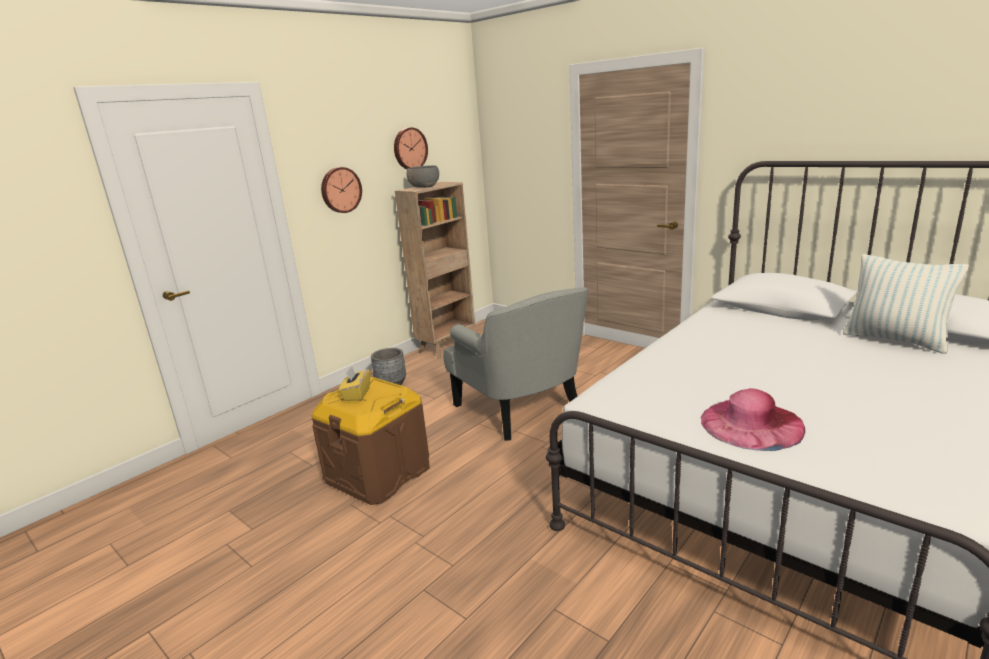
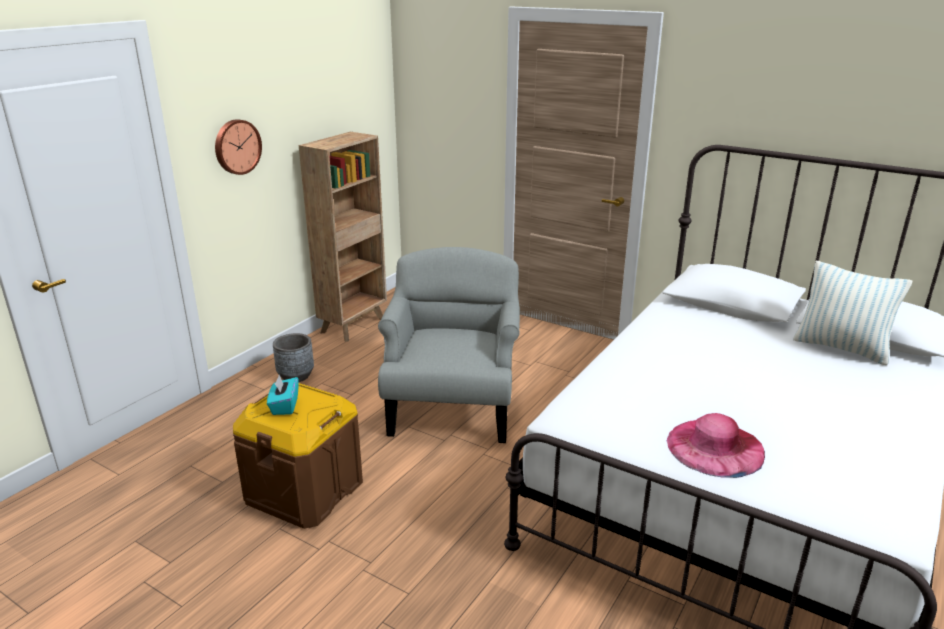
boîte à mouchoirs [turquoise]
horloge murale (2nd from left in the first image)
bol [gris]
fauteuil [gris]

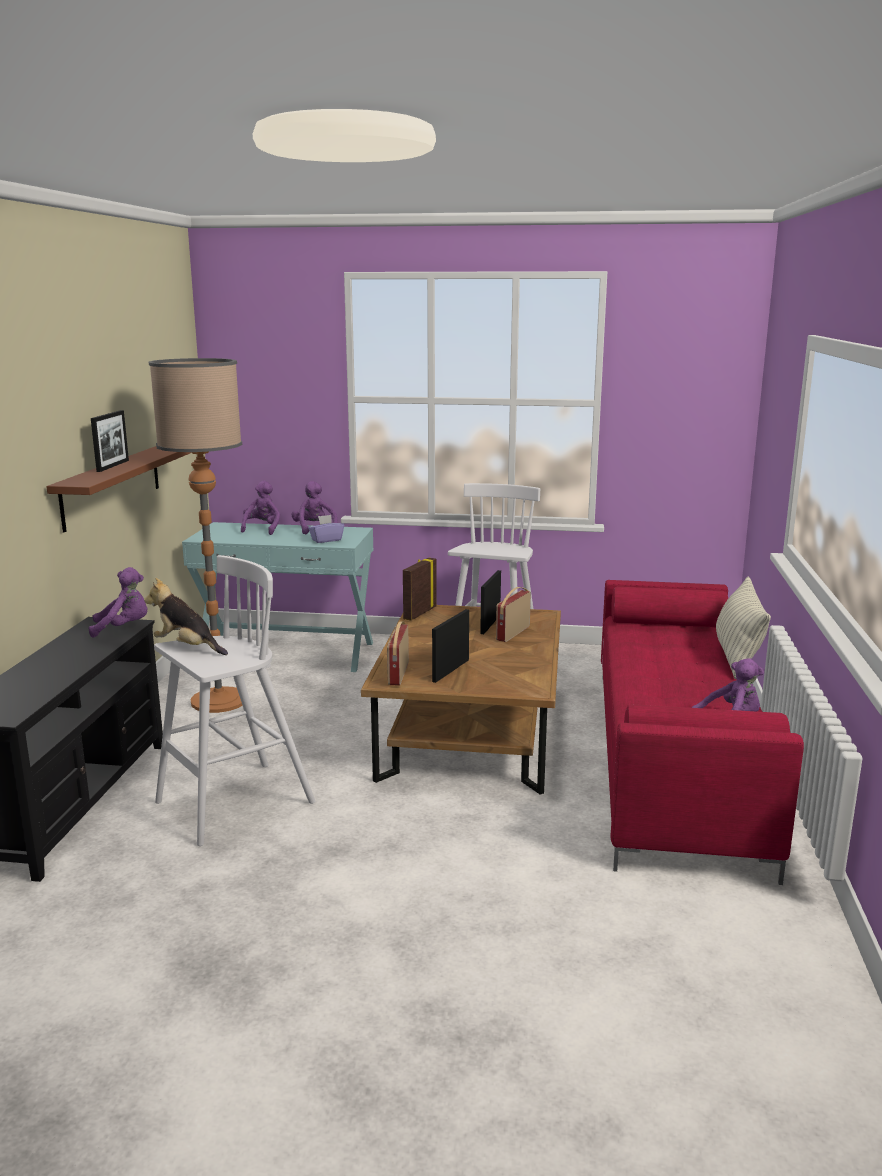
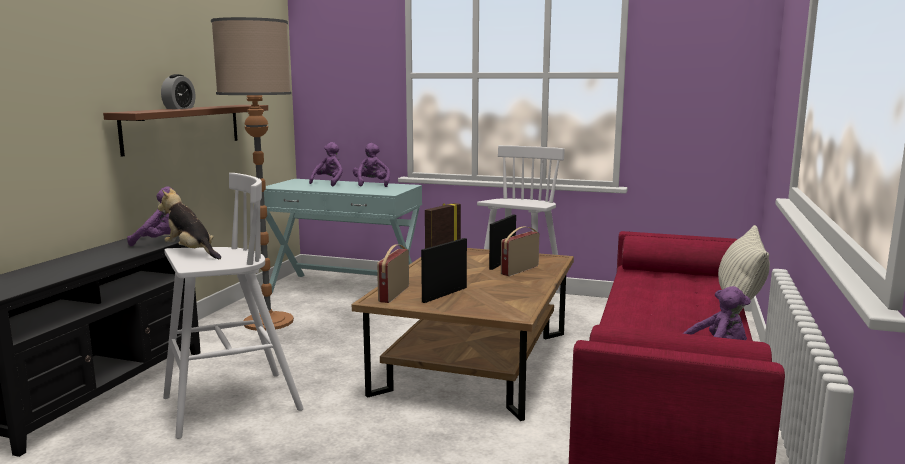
réveil
boîte à mouchoirs [violet]

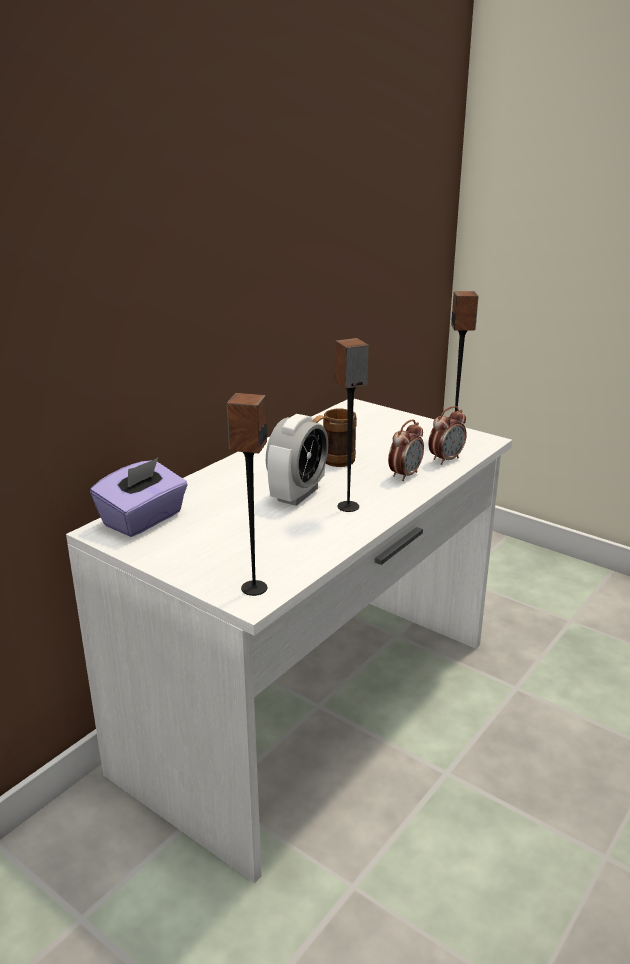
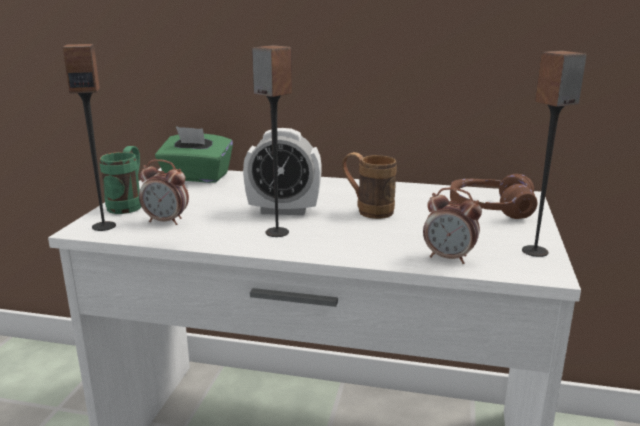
boîte à mouchoirs [vert]
réveil (1st from left)
mug [vert]
casque audio [marron]

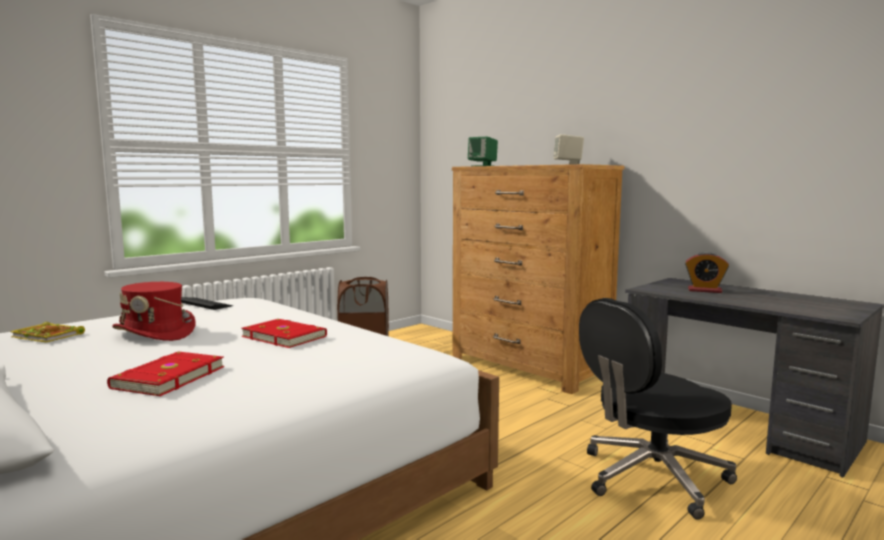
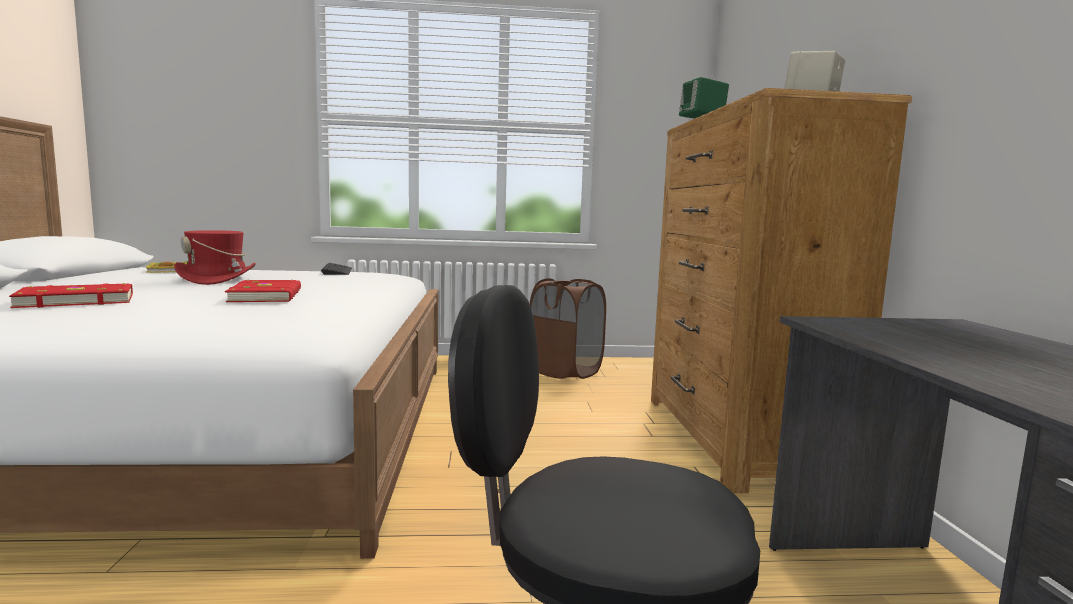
réveil

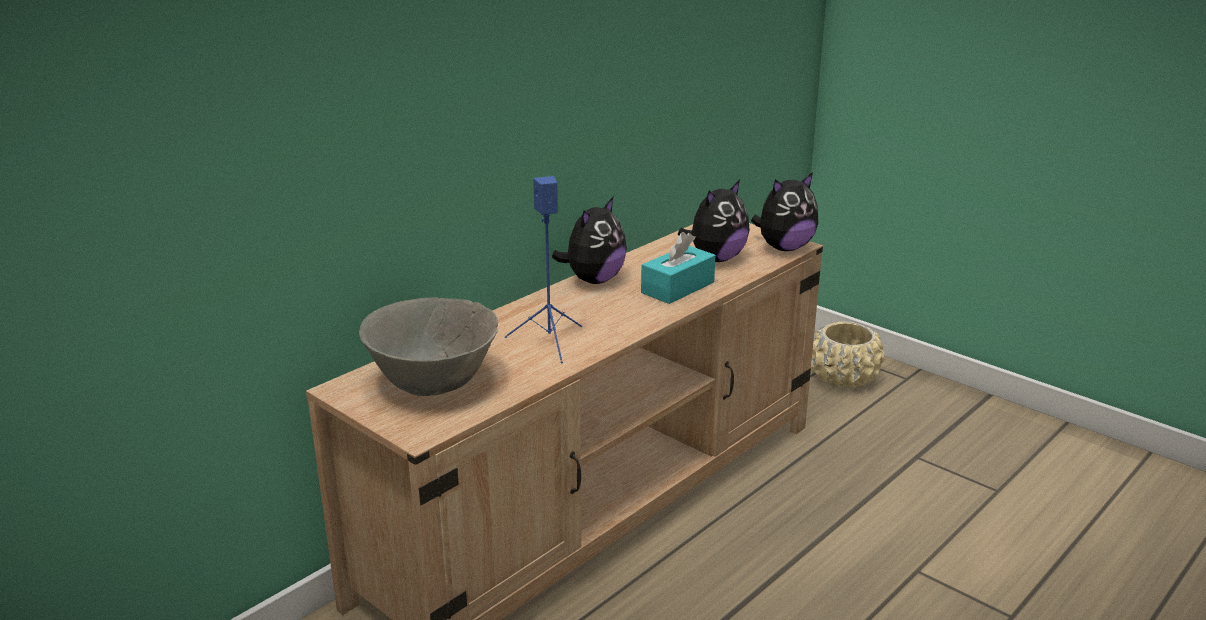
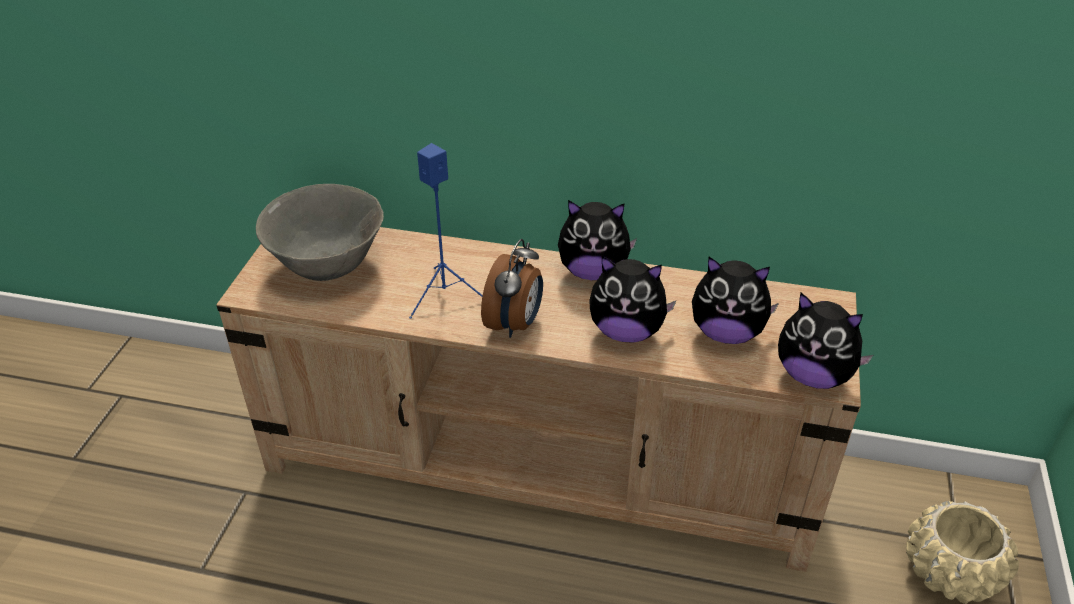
peluche (2nd from left)
réveil

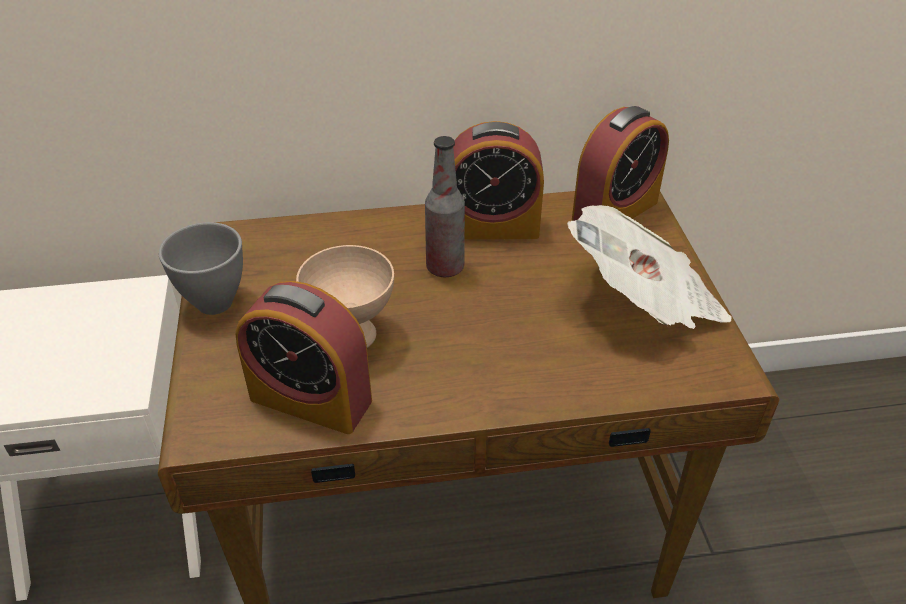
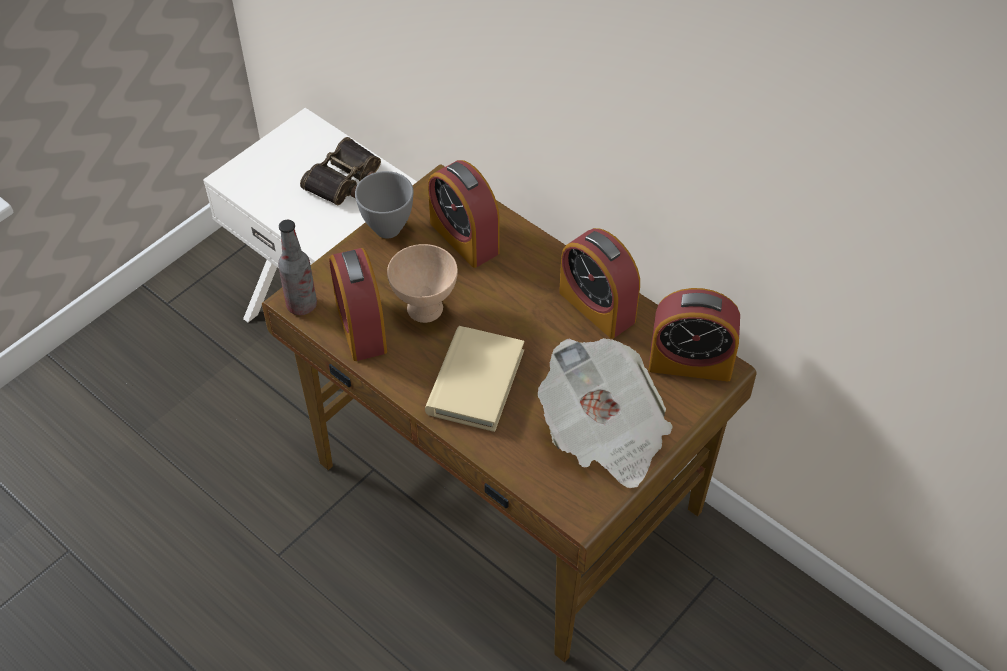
bouteille
jumelles
livre [beige]
réveil (2nd from left)

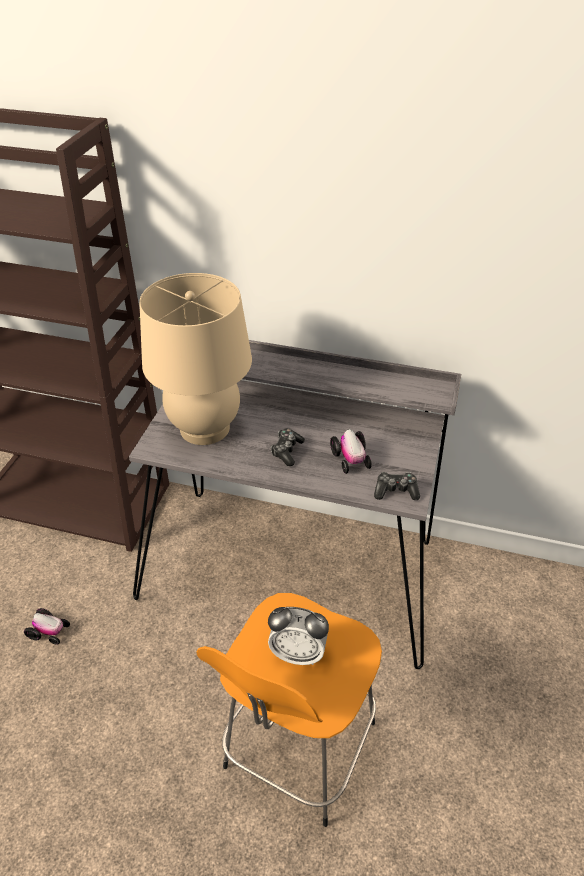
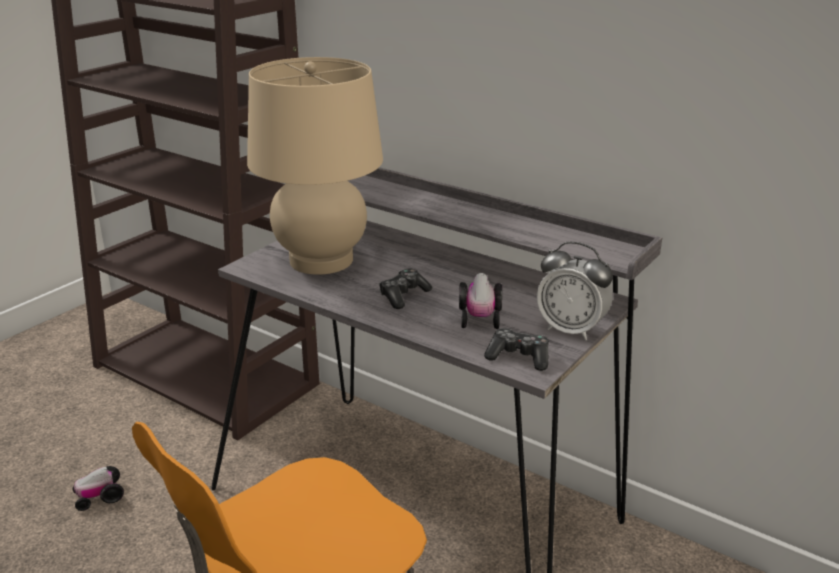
petite voiture (1st from left)
réveil

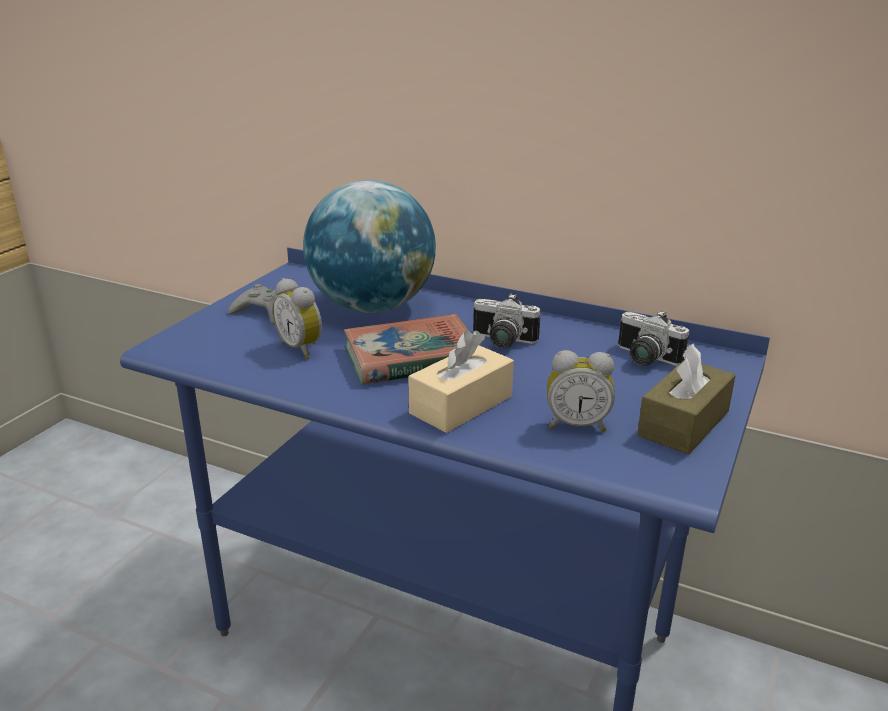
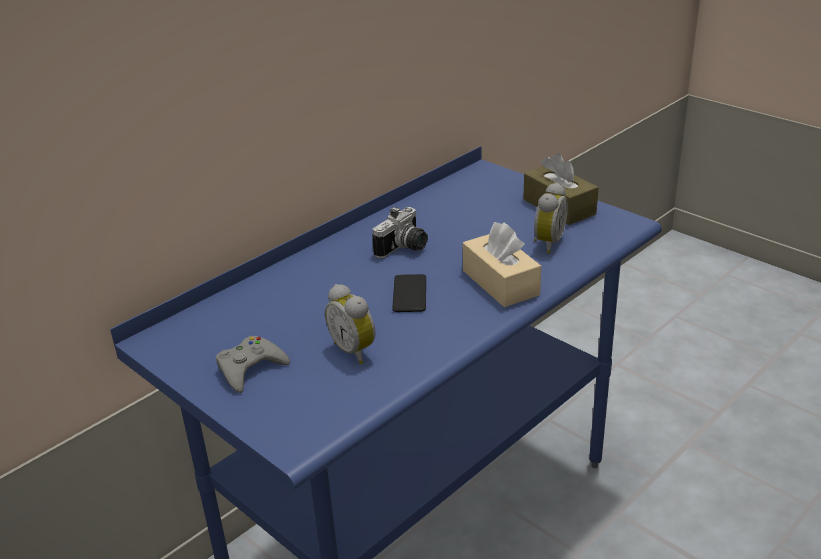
réveil (1st from left)
globe
téléphone
appareil photo (2nd from left in the first image)

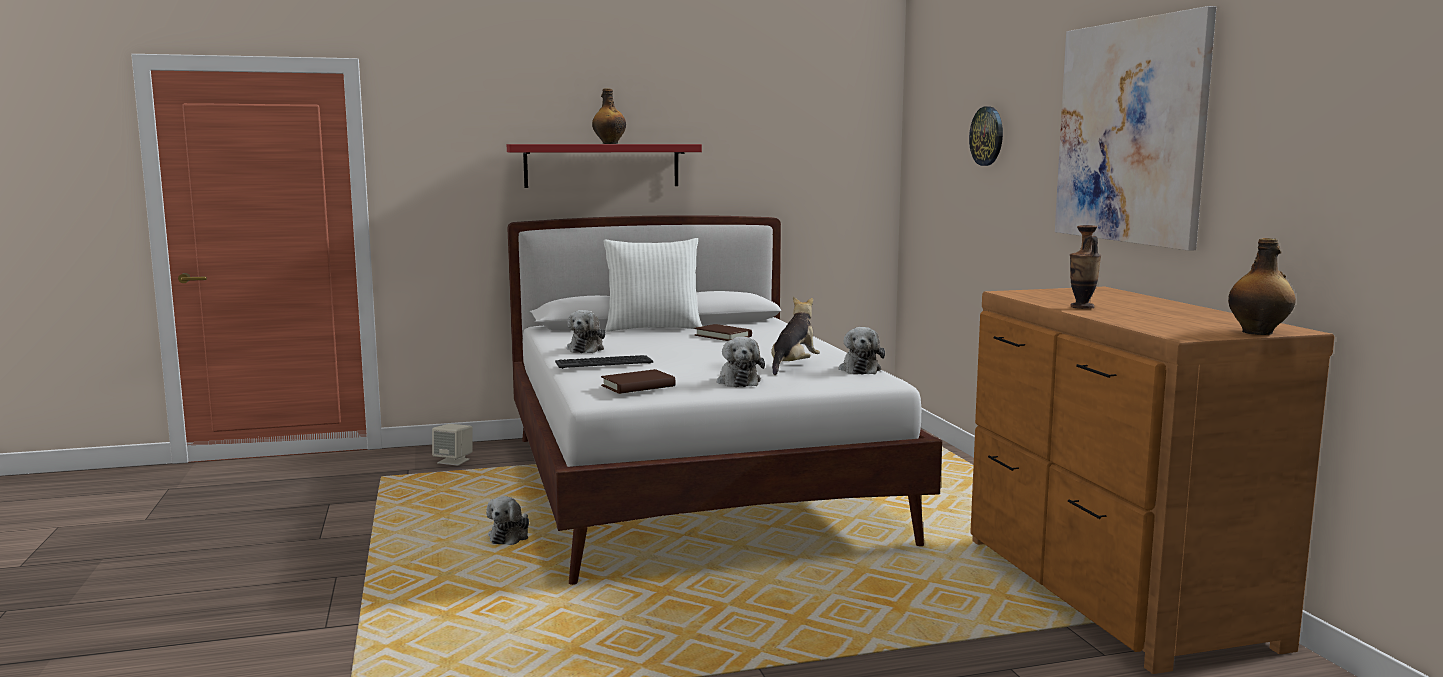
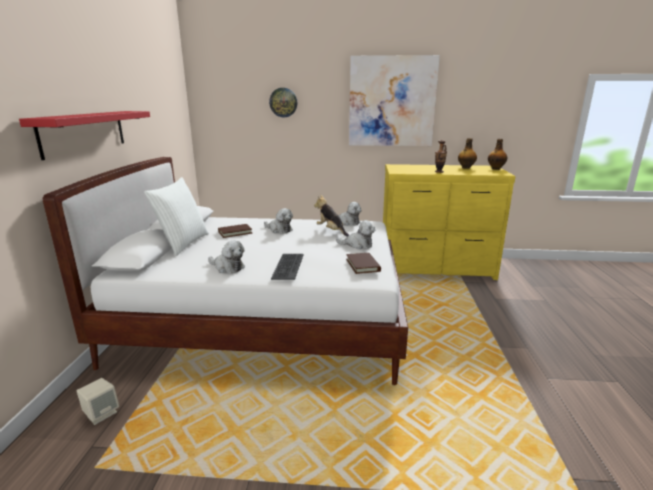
peluche (2nd from left)
bouteille (1st from left)
commode [jaune]

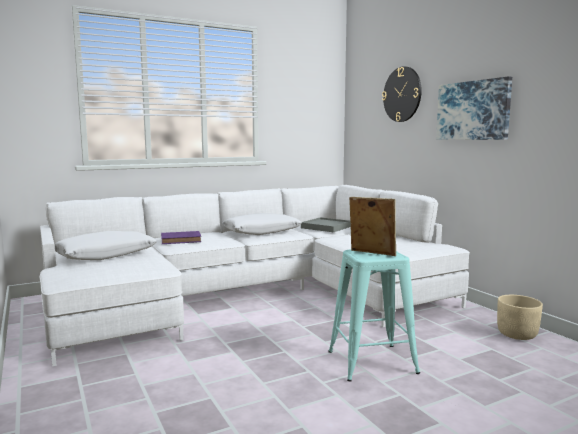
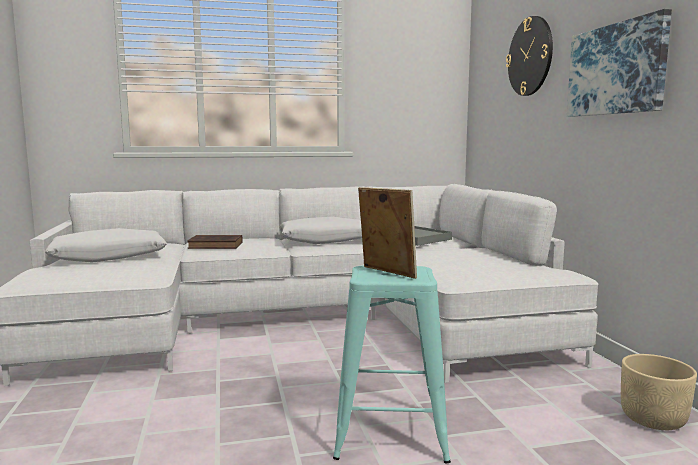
livre [marron]

